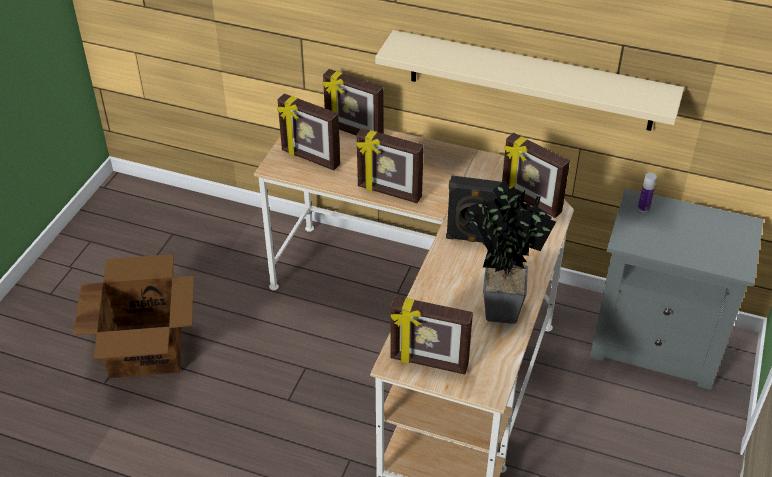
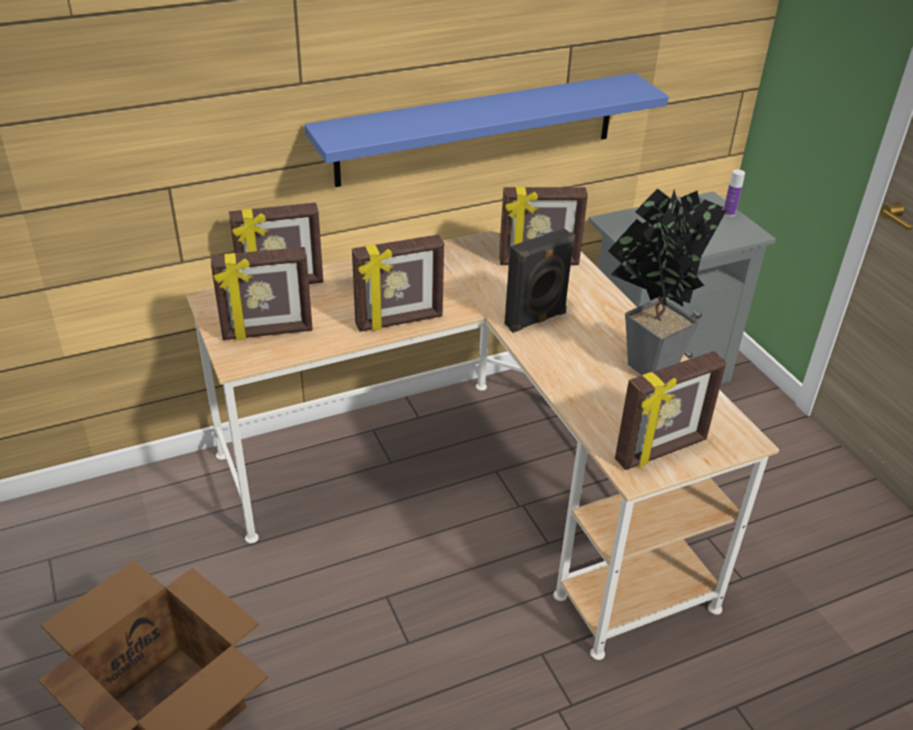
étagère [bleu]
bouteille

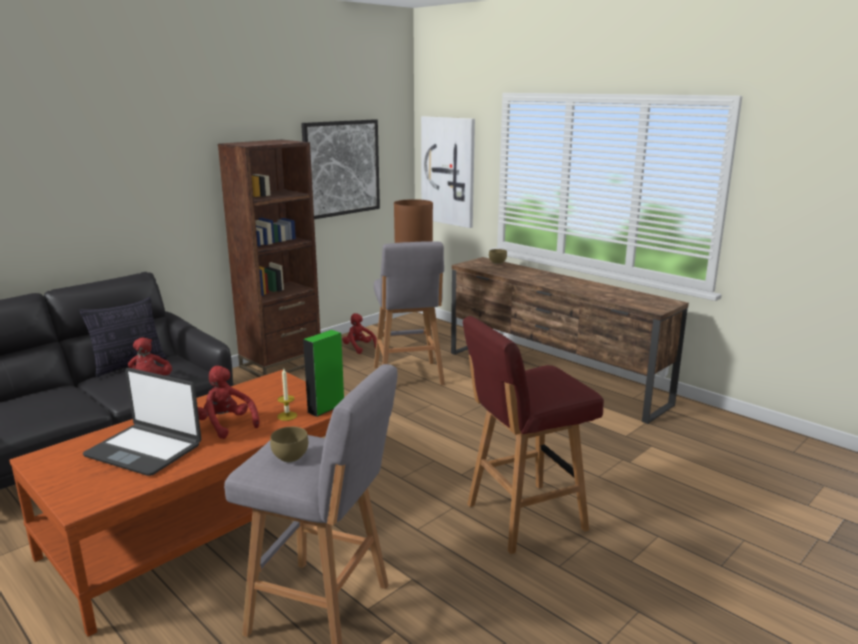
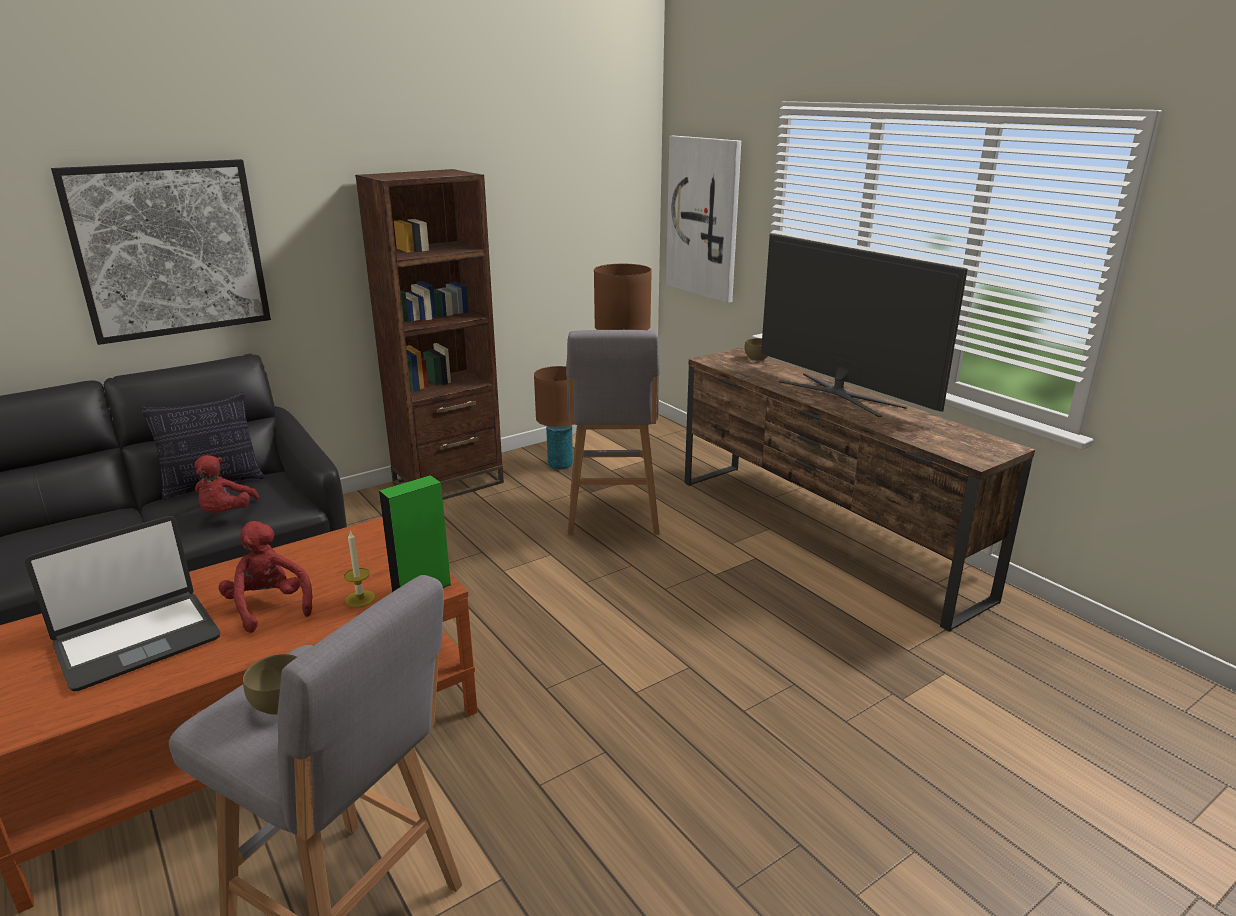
ordinateur portable
tableau (1st from left)
lampe de table [marron] (1st from left)
tabouret [rouge]
téléviseur

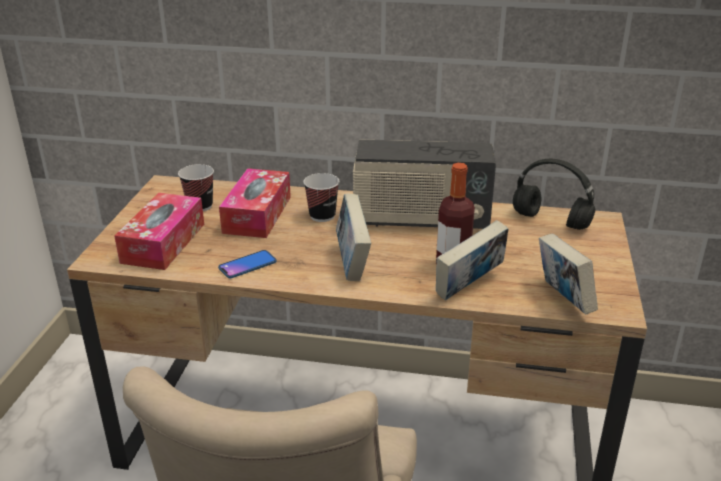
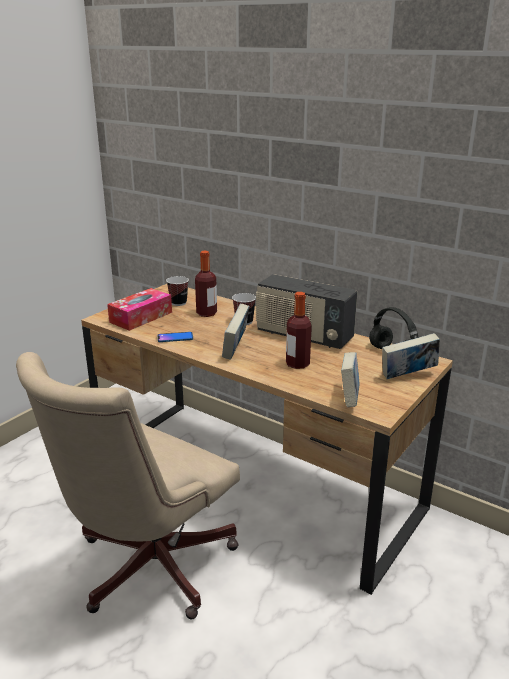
bouteille (1st from left)
livre (3rd from left)

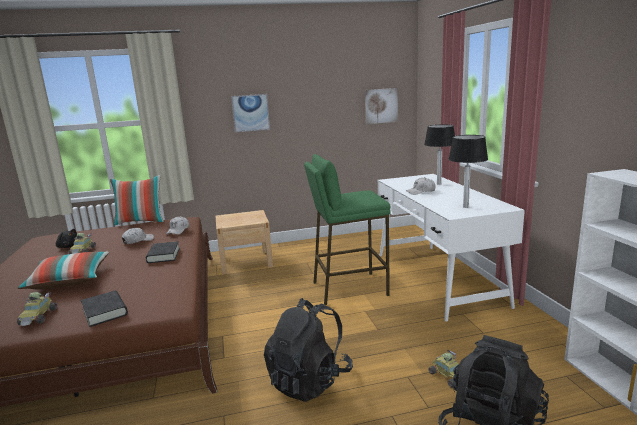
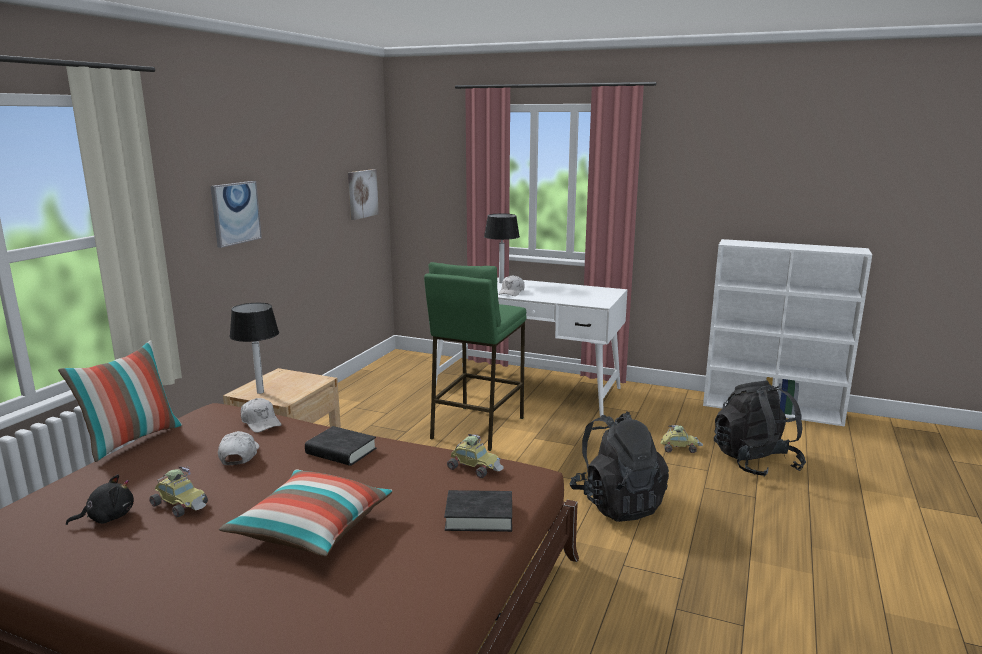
petite voiture (2nd from left)
lampe de table (1st from left)

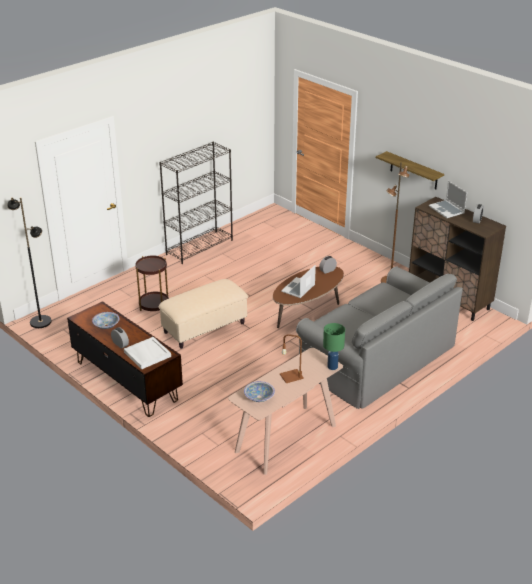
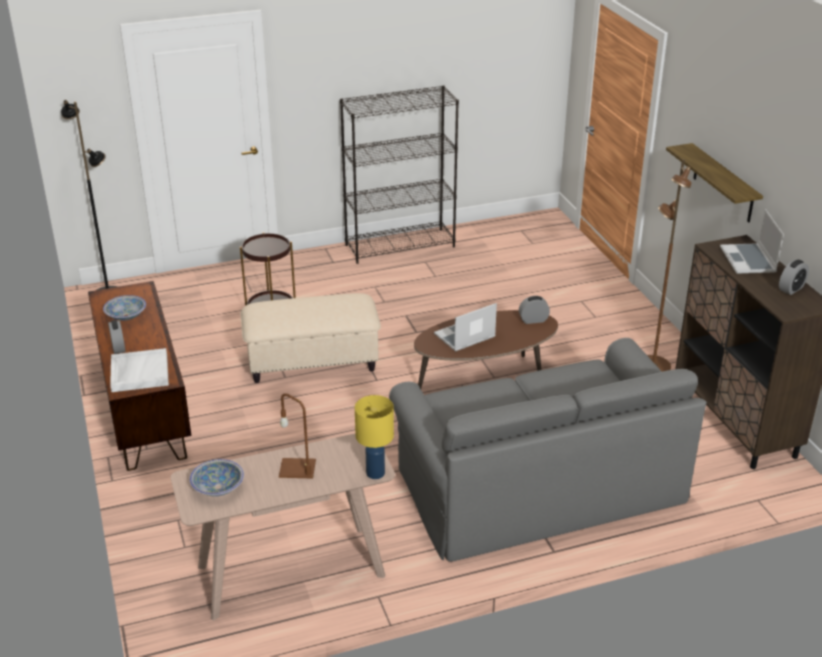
lampe de table [jaune]

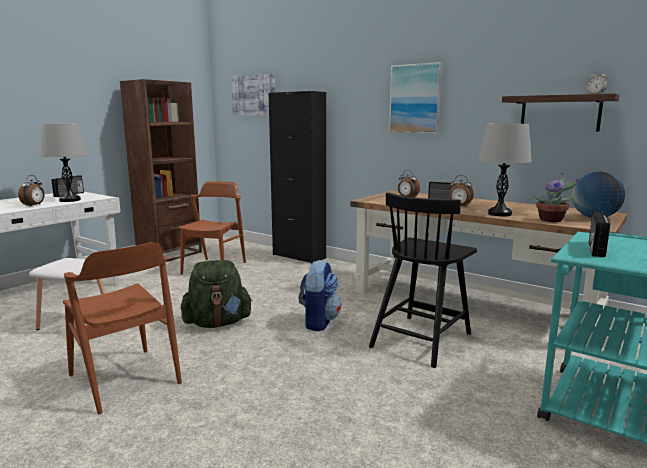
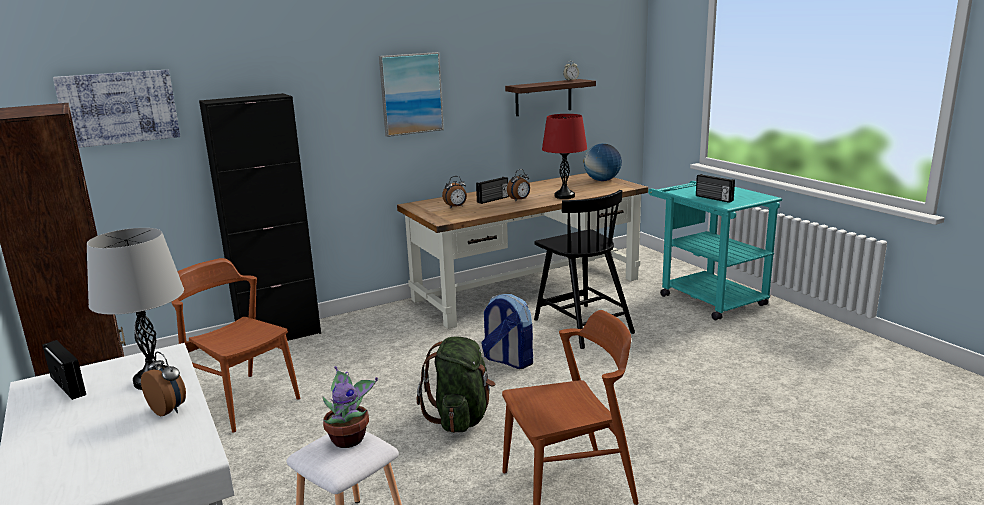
lampe de table [rouge]
plante en pot

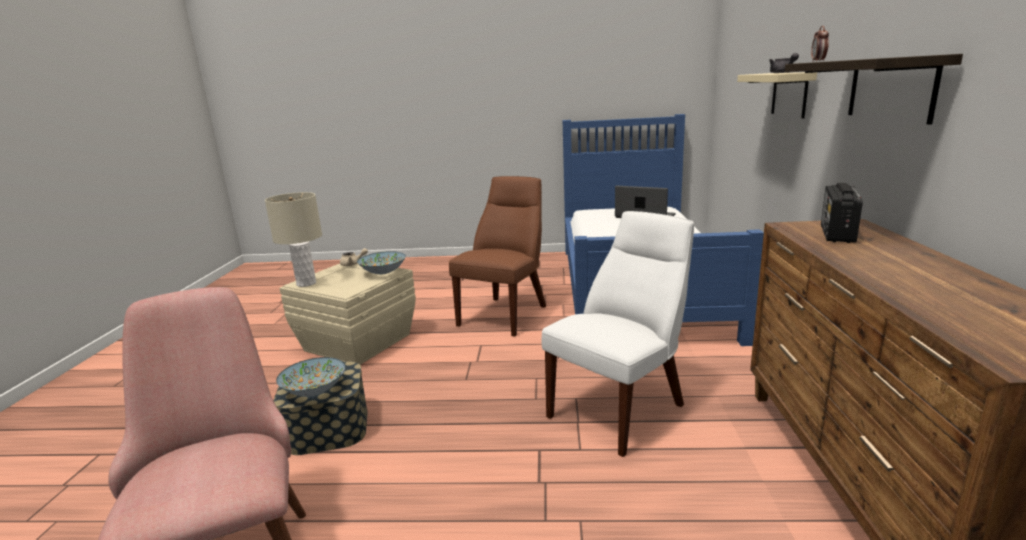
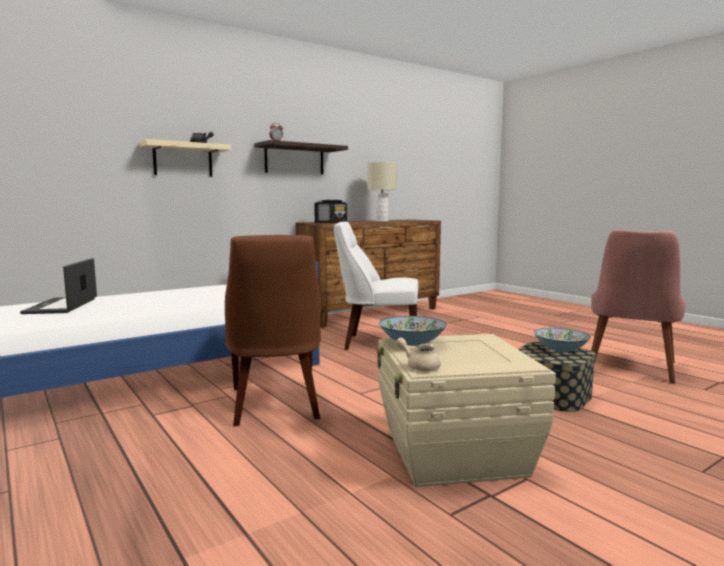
lampe de table [beige]
chaise [marron]

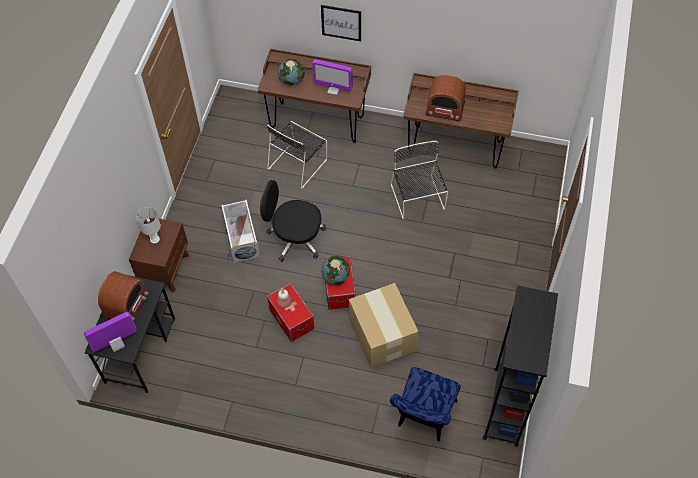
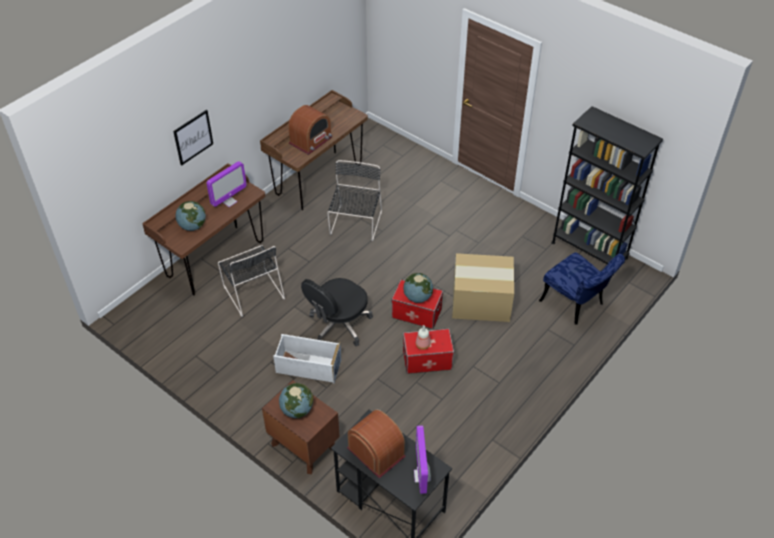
globe (2nd from left)
chaise [noir] (2nd from left)

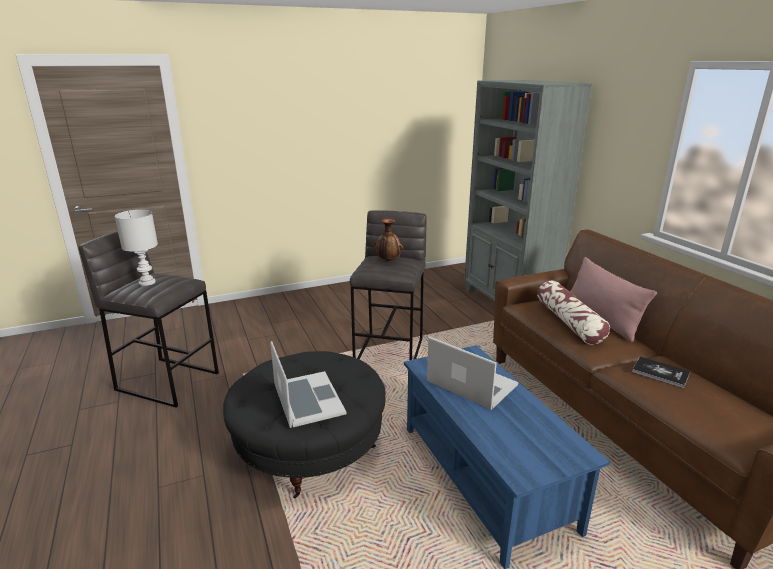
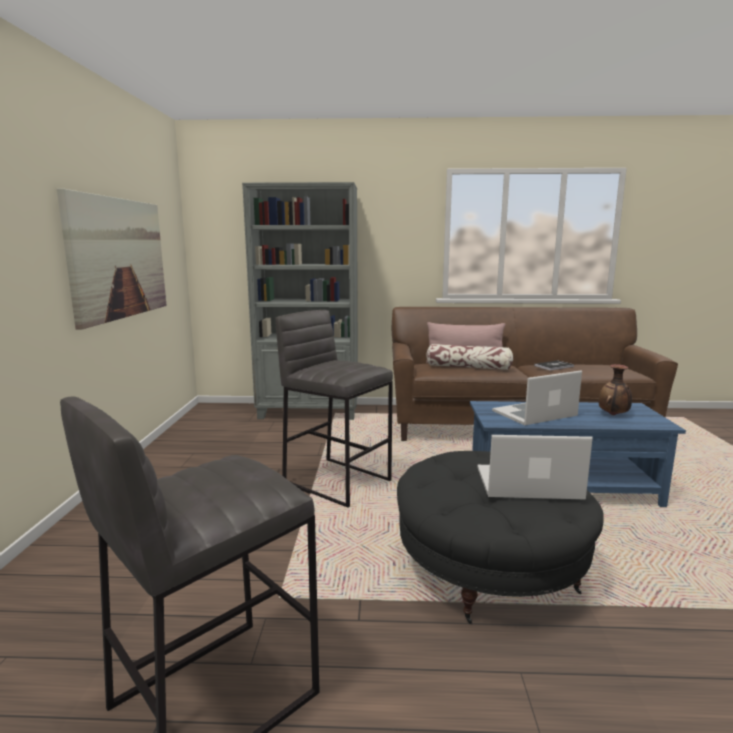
lampe de table [blanc]
vase
tableau

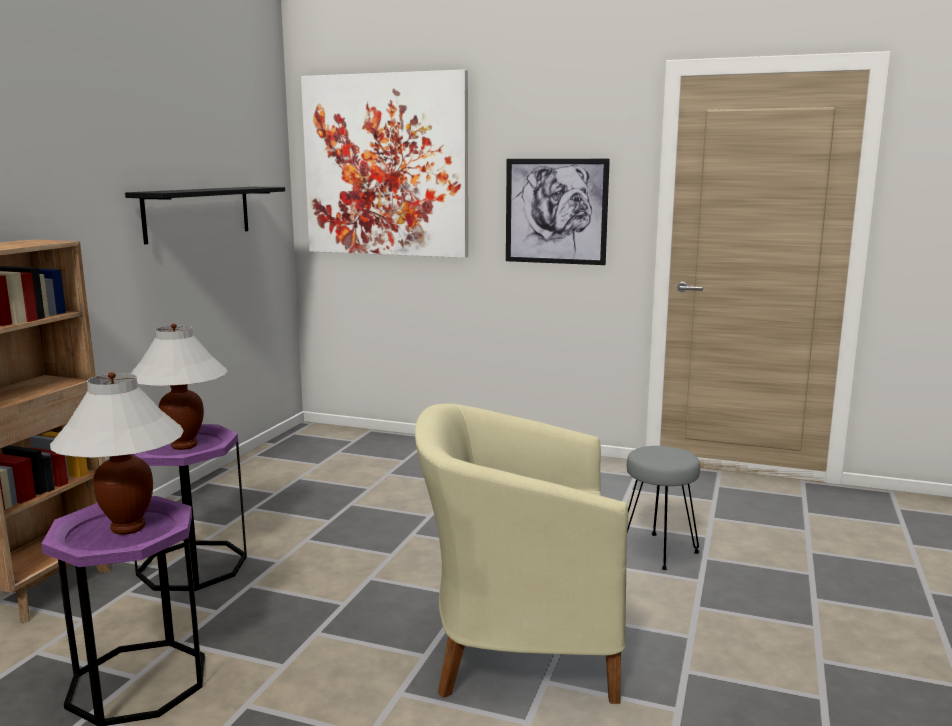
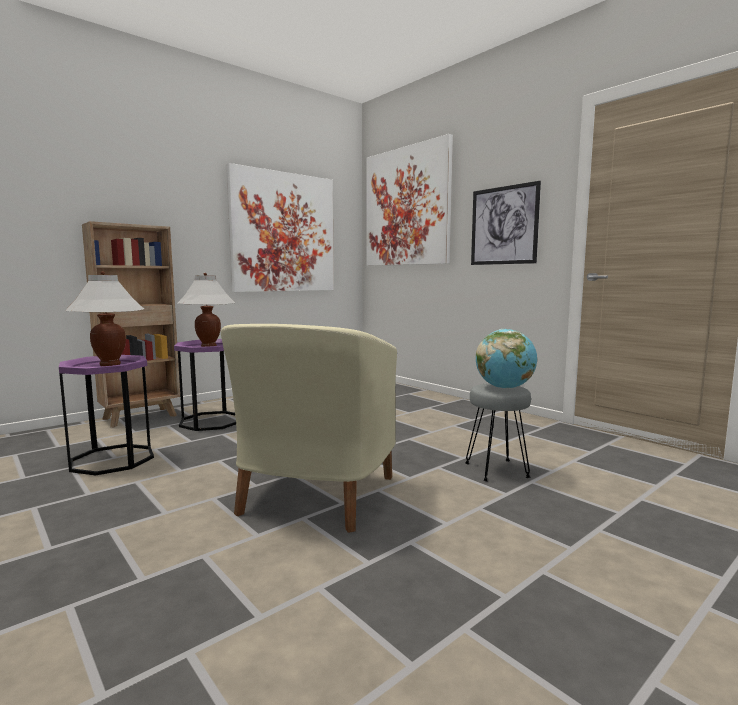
tableau (1st from left)
fauteuil [beige]
globe

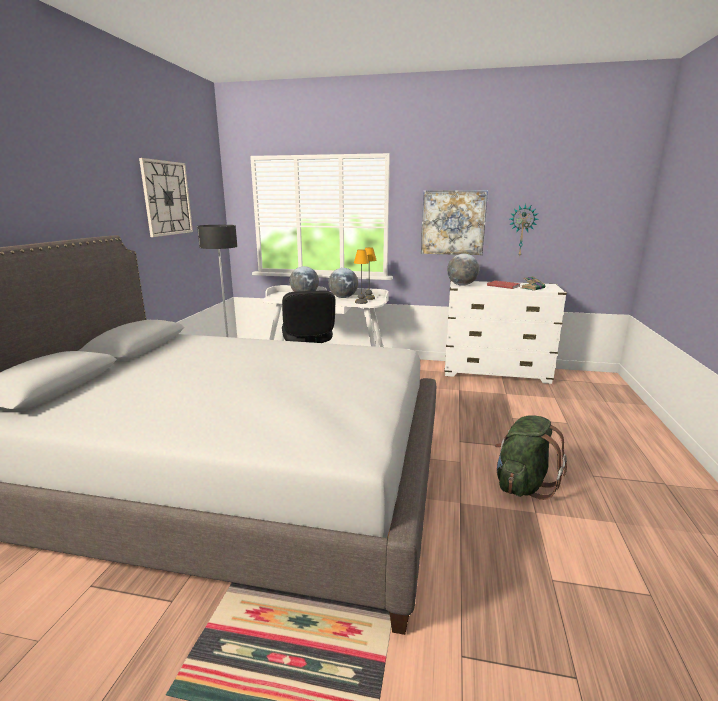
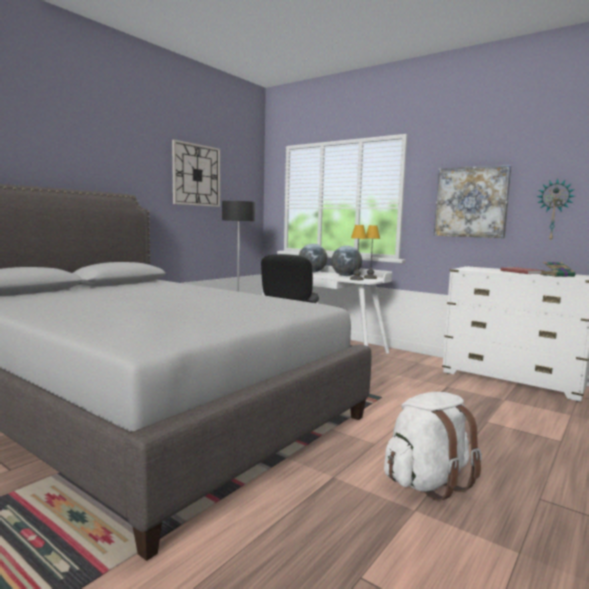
globe (3rd from left in the first image)
sac à dos [blanc]

